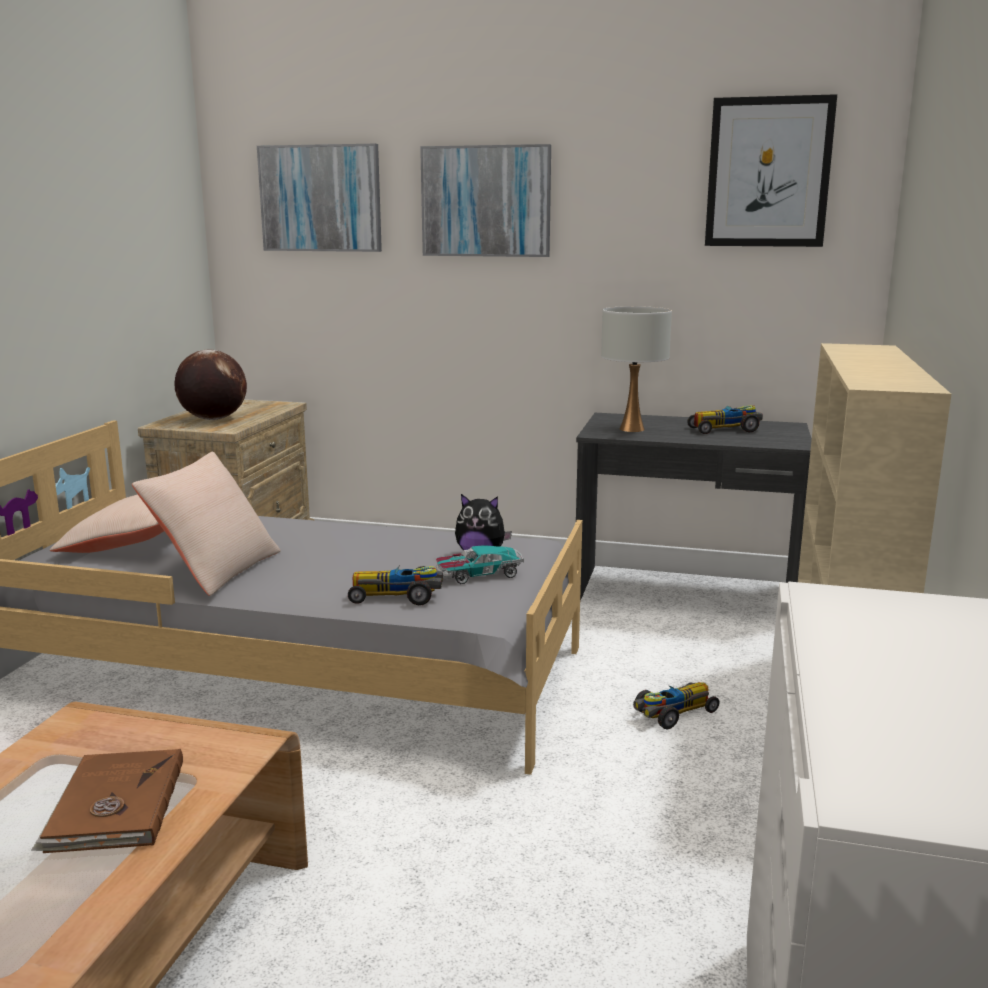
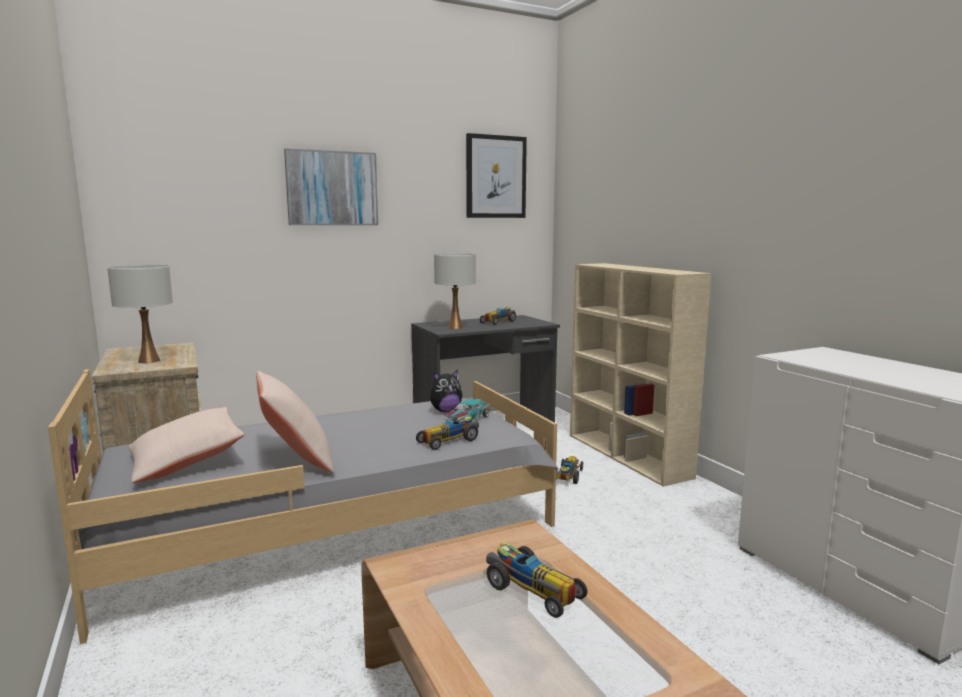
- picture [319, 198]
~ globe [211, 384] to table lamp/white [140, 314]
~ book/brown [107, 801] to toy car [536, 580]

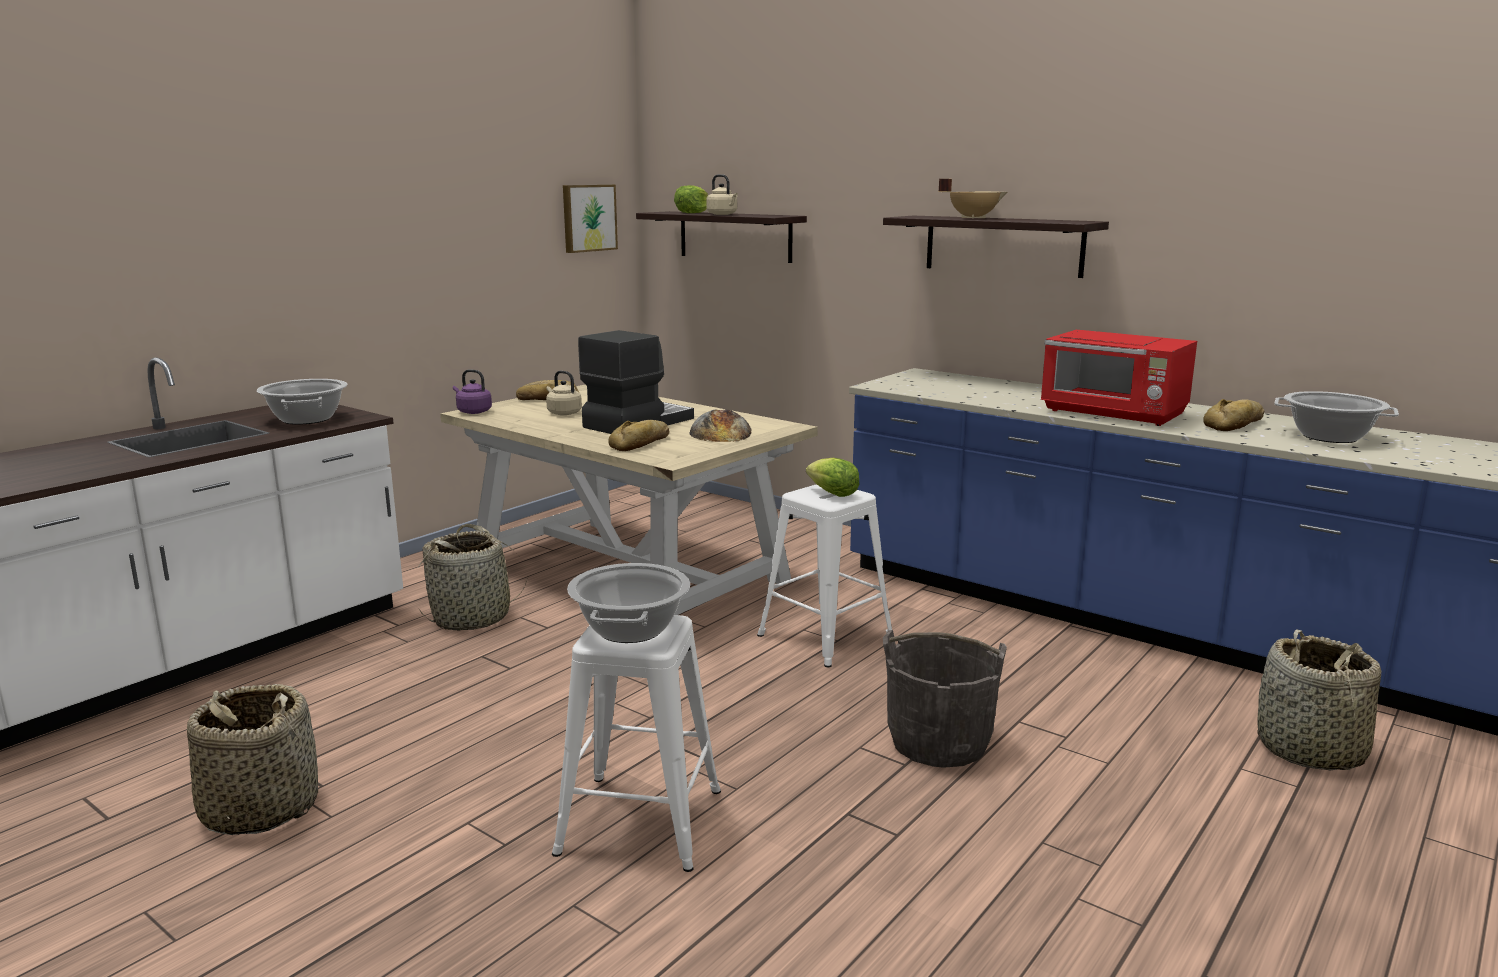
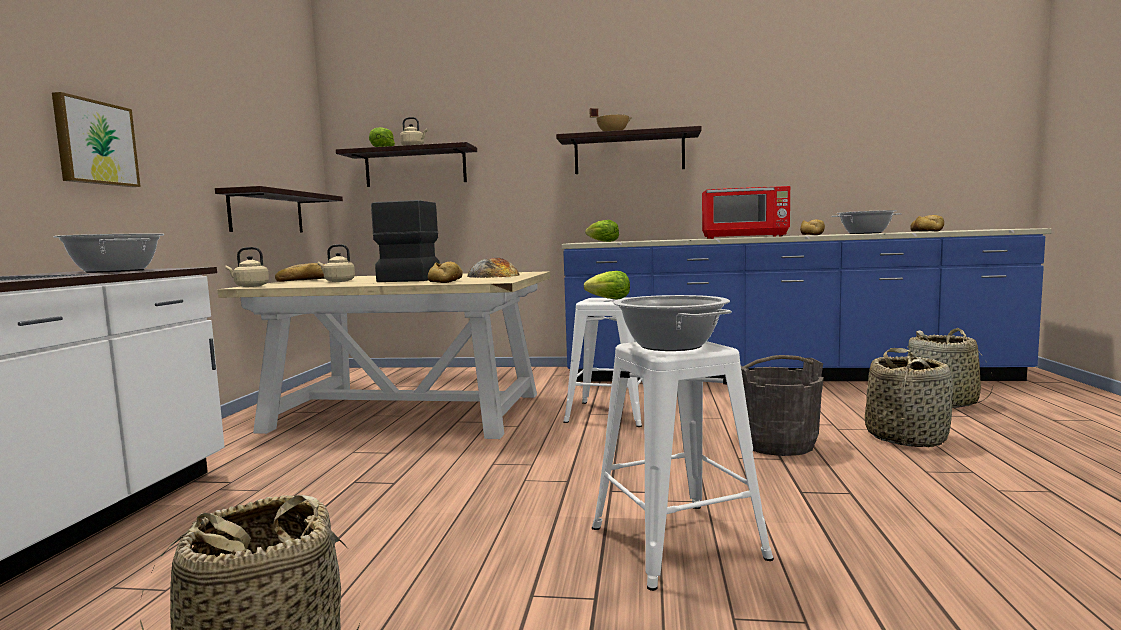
~ picture [590, 218] to [96, 139]
~ kettle/purple [472, 392] to kettle/beige [247, 267]
~ basket [470, 577] to [909, 397]
+ shelf [279, 209]
+ bread [927, 223]
+ lettuce [602, 231]

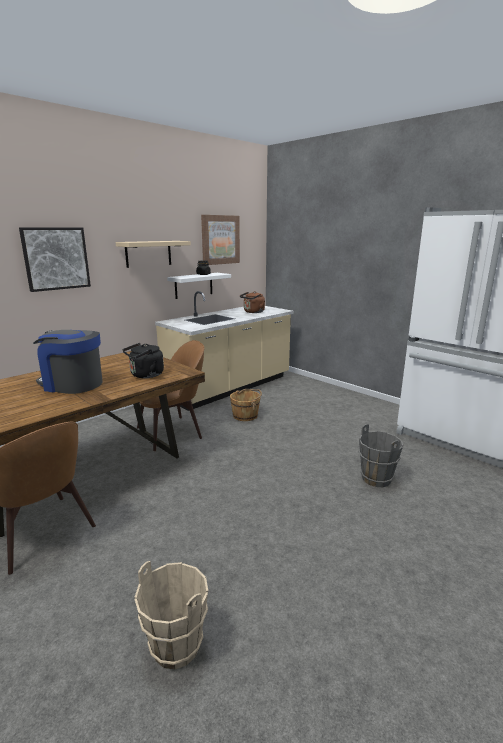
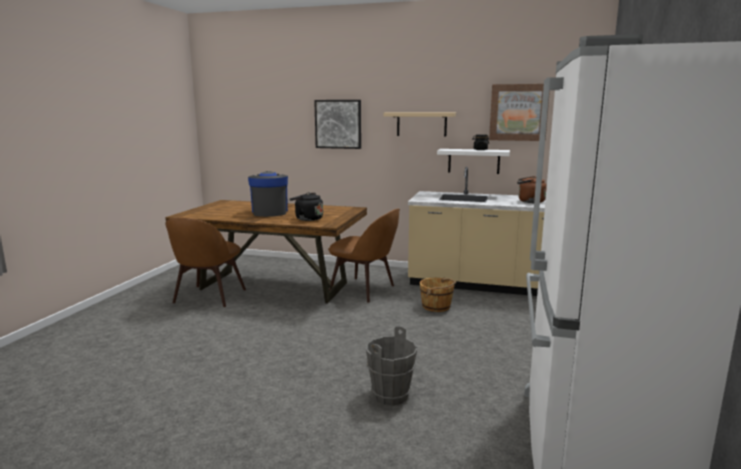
- bucket/beige [171, 615]

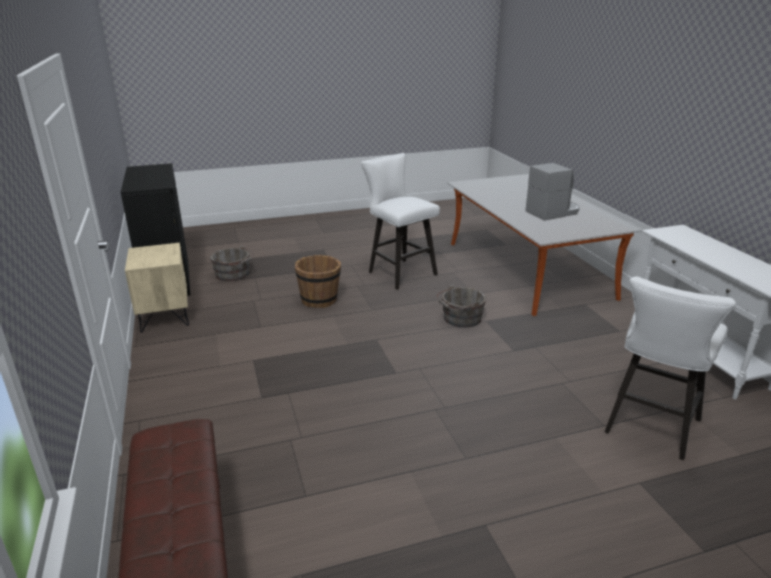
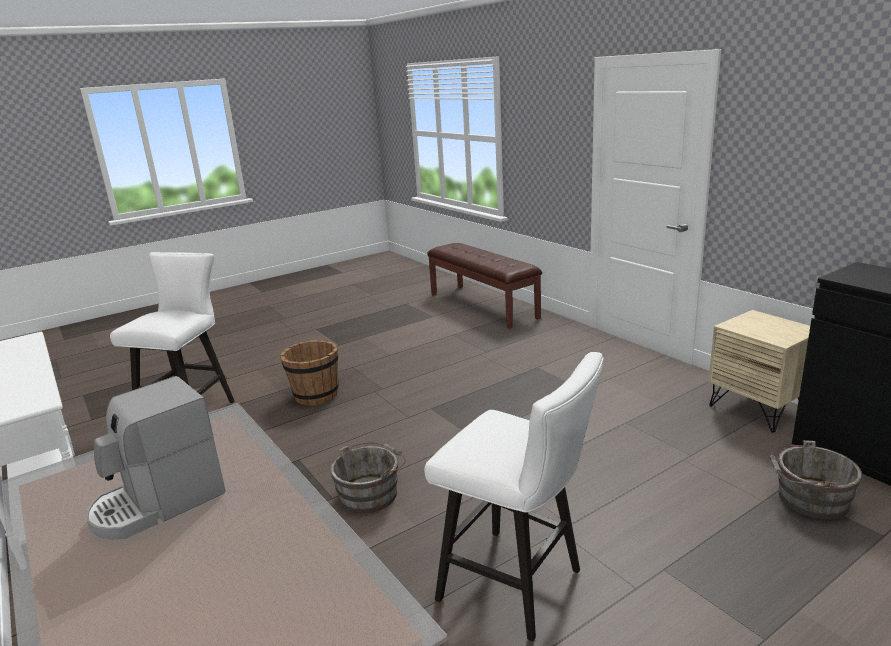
~ bucket/brown [318, 281] to [309, 372]

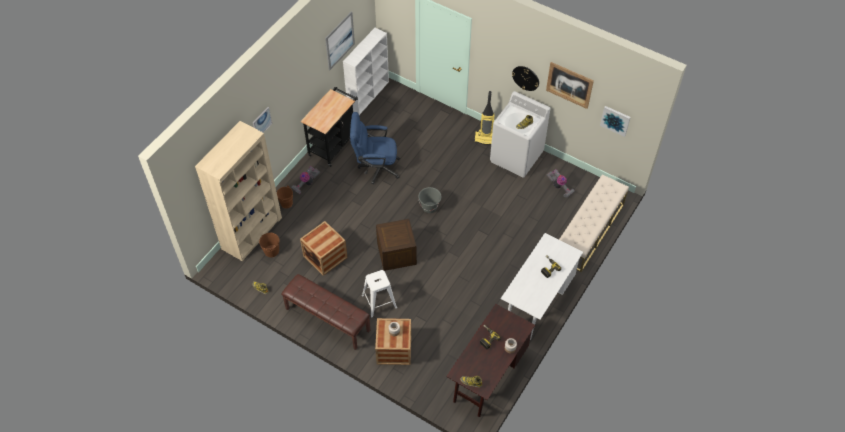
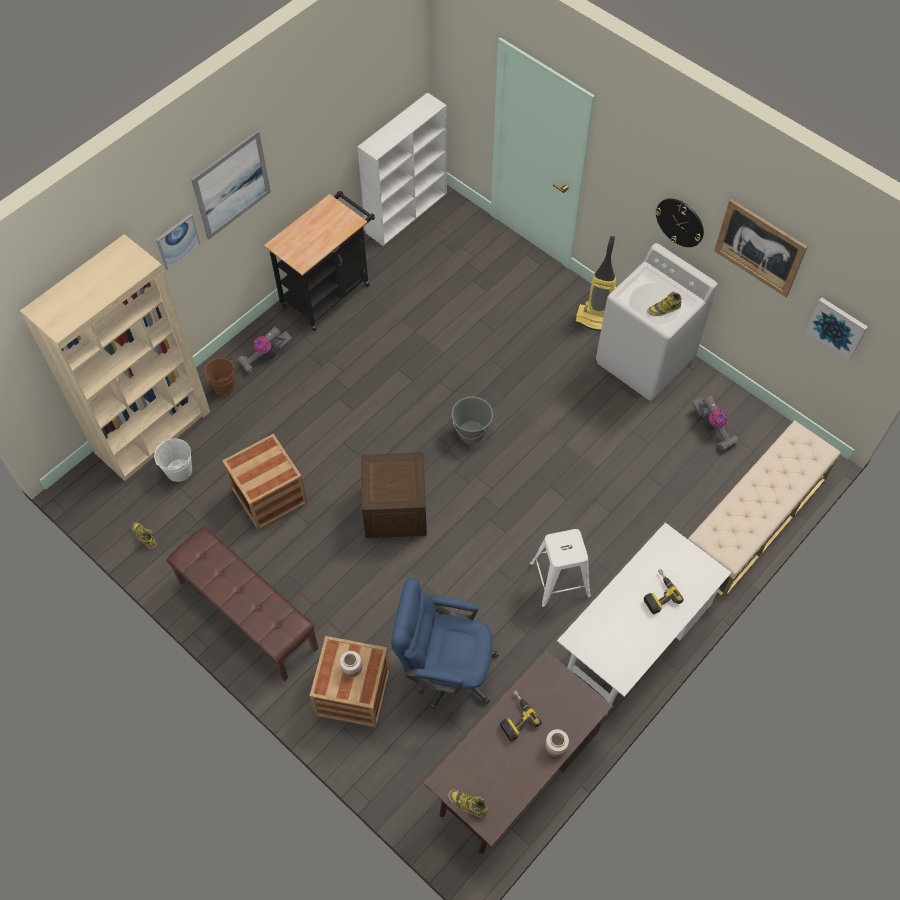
~ picture [340, 41] to [231, 185]
~ office chair/blue [375, 148] to [445, 644]
~ bucket/brown [269, 245] to bucket/white [173, 460]
~ stool/white [379, 294] to [560, 568]

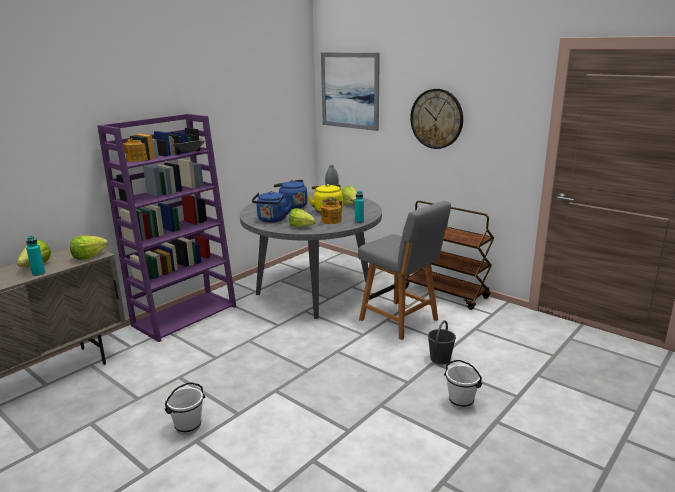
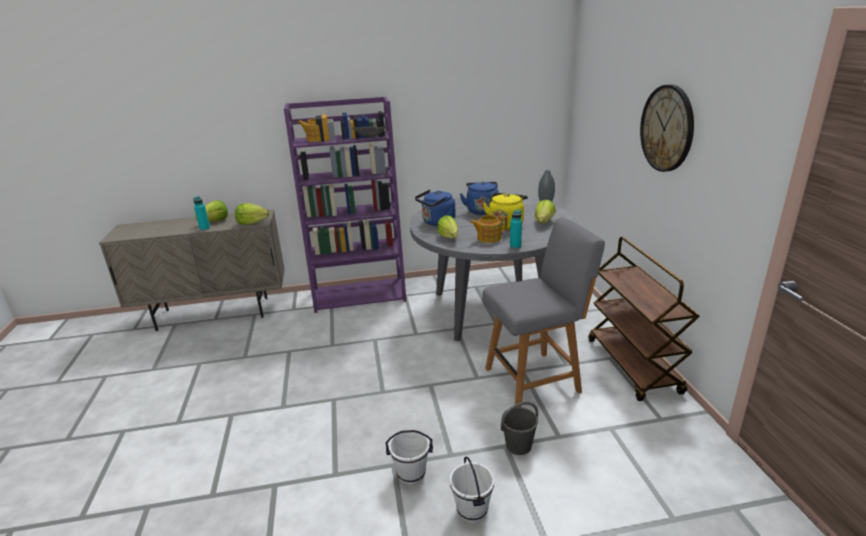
- picture [350, 91]
~ chair/grey [404, 270] = [543, 312] 105 degrees counterclockwise
~ bucket/white [185, 409] to [409, 457]

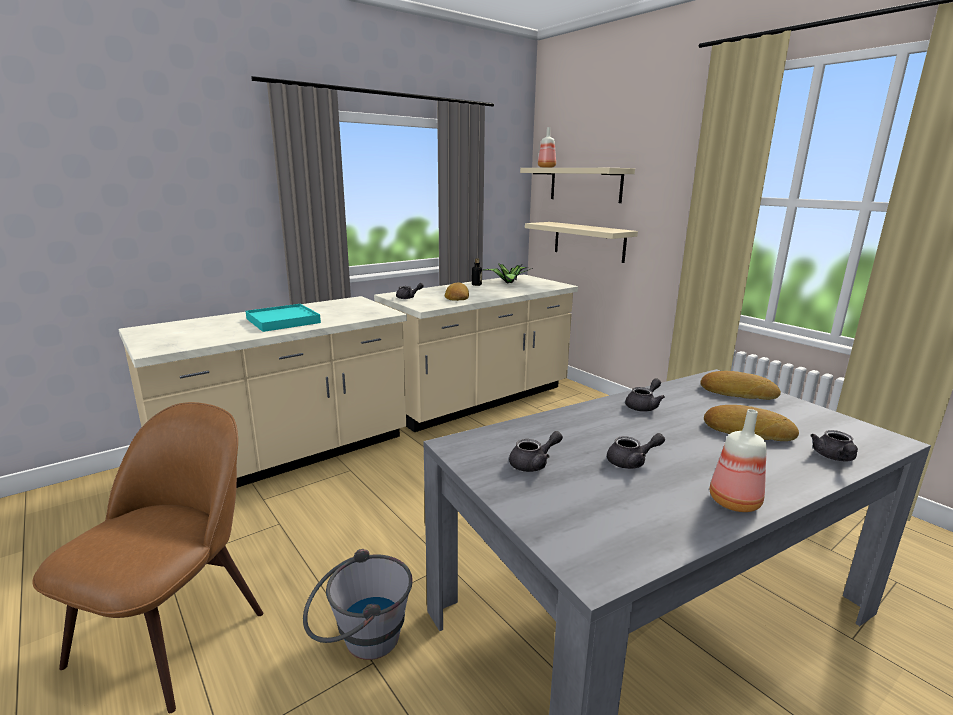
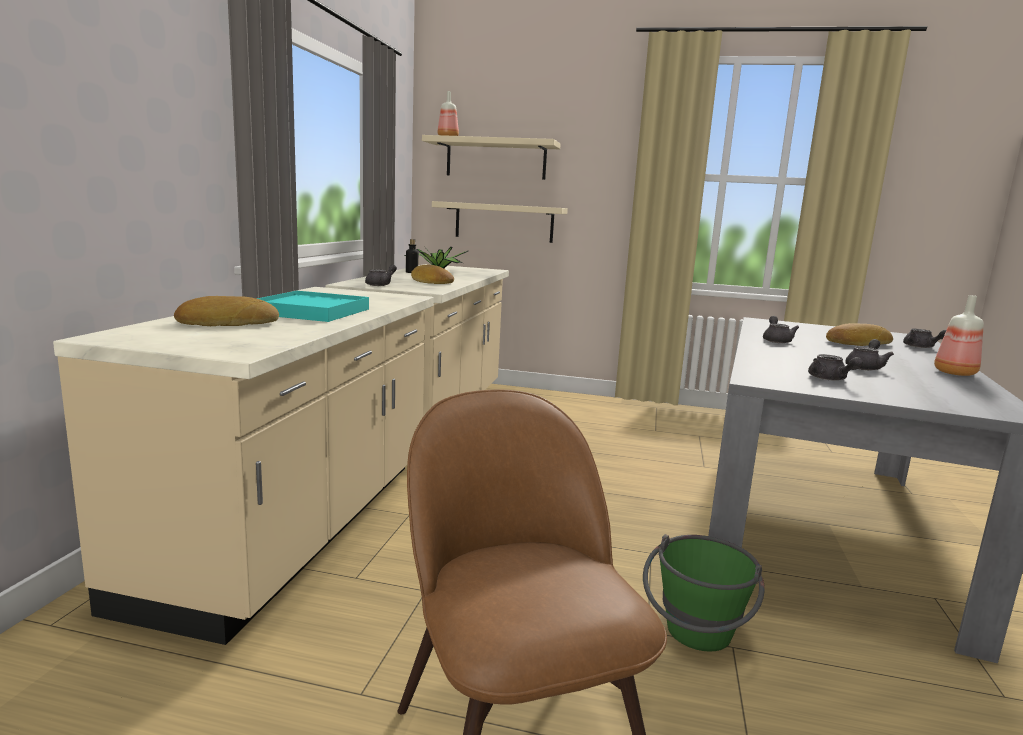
~ bread [740, 385] to [226, 311]
~ teapot/grey [536, 451] = [835, 367] 135 degrees clockwise
~ bucket/grey [358, 604] to bucket/green [704, 593]

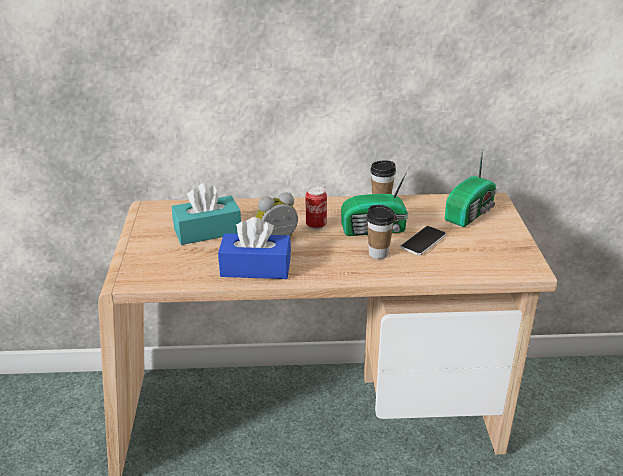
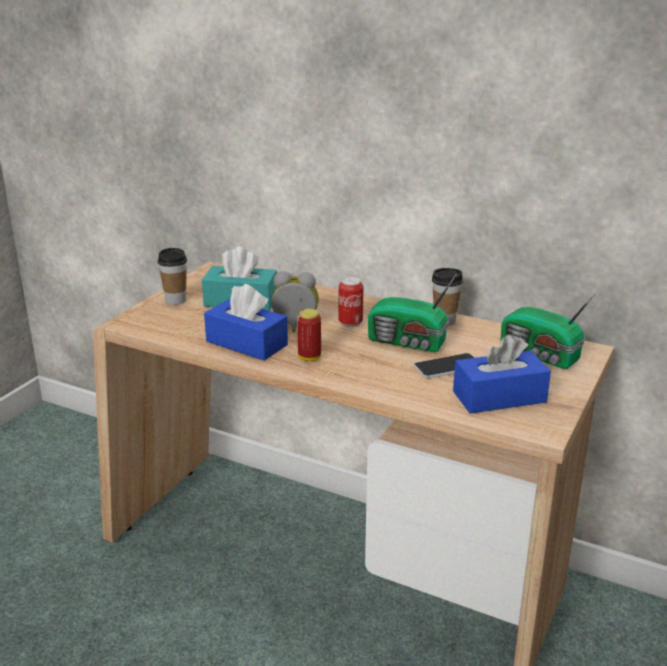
~ radio [470, 186] = [549, 330] 60 degrees clockwise
~ cup [380, 232] to [172, 276]
+ can [309, 335]
+ tissue box/blue [502, 374]

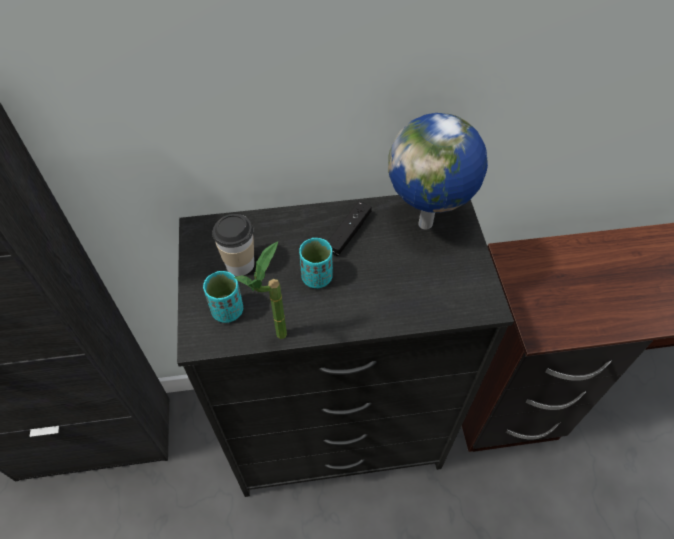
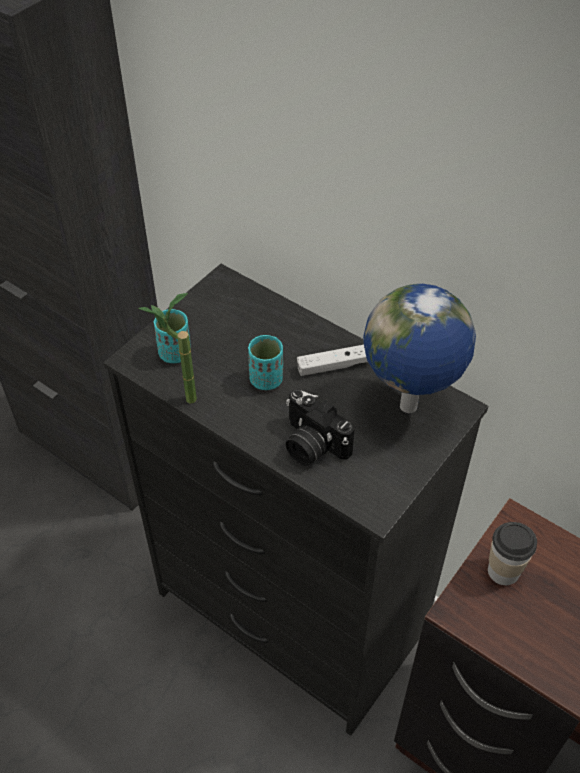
~ game controller/black [349, 228] to game controller/white [332, 360]
~ cup [233, 245] to [512, 553]
+ photo camera [320, 428]

